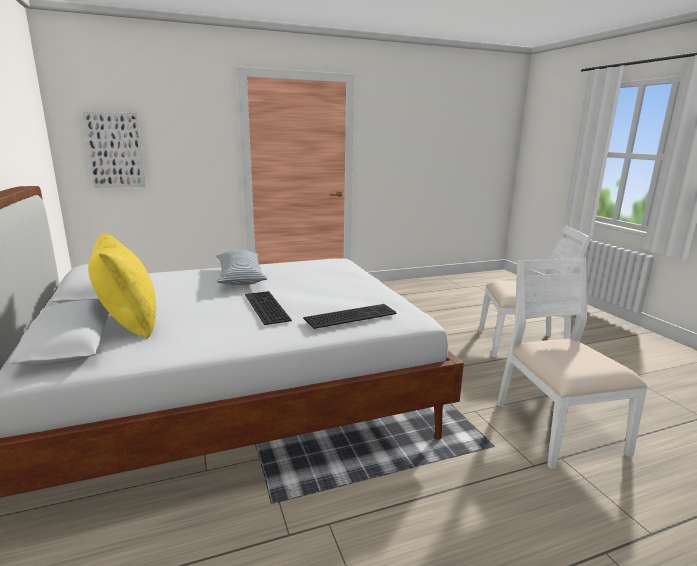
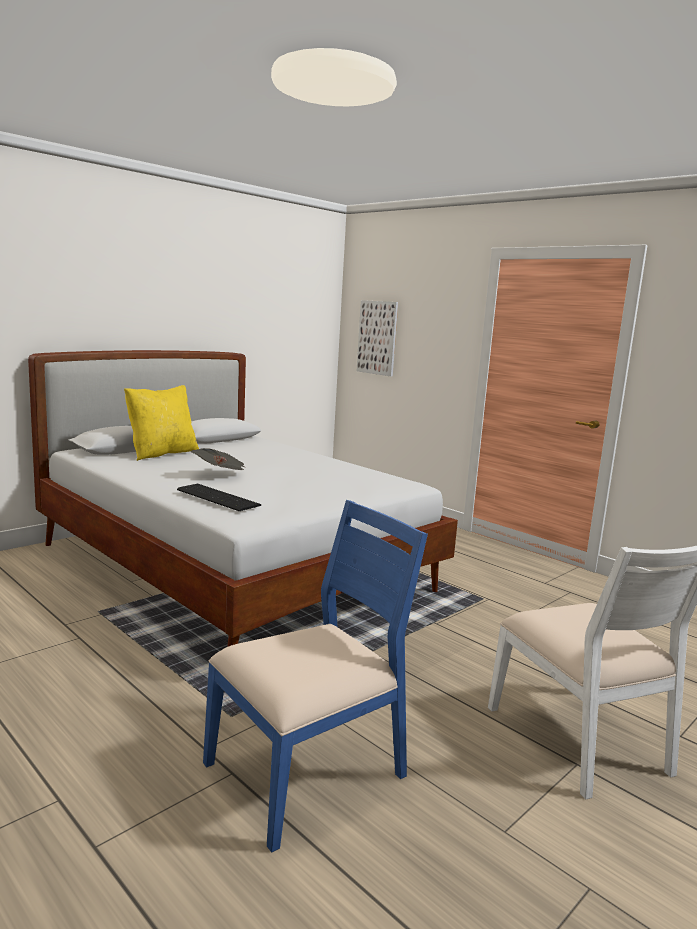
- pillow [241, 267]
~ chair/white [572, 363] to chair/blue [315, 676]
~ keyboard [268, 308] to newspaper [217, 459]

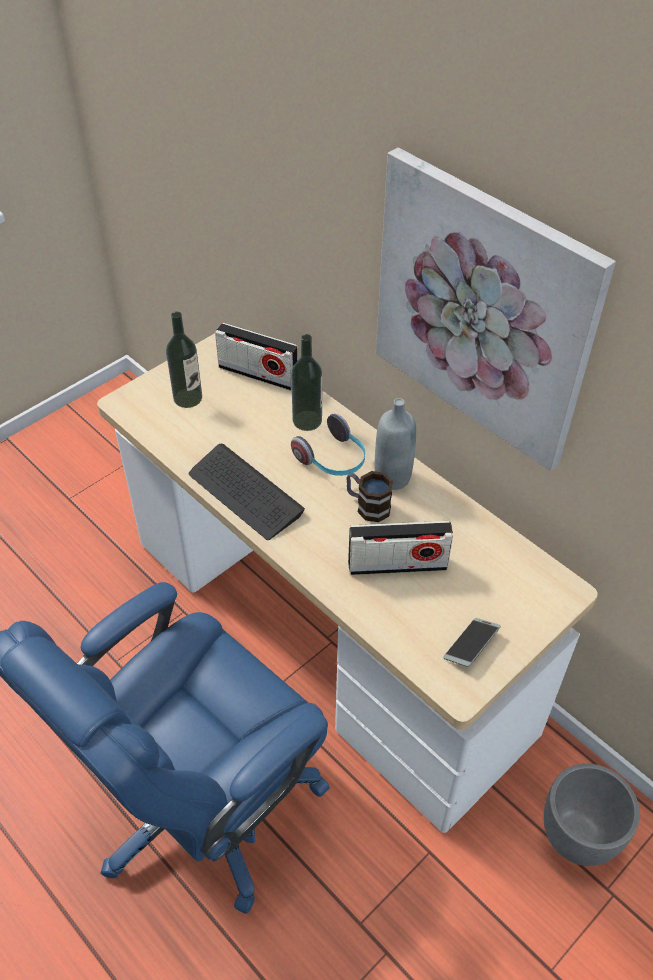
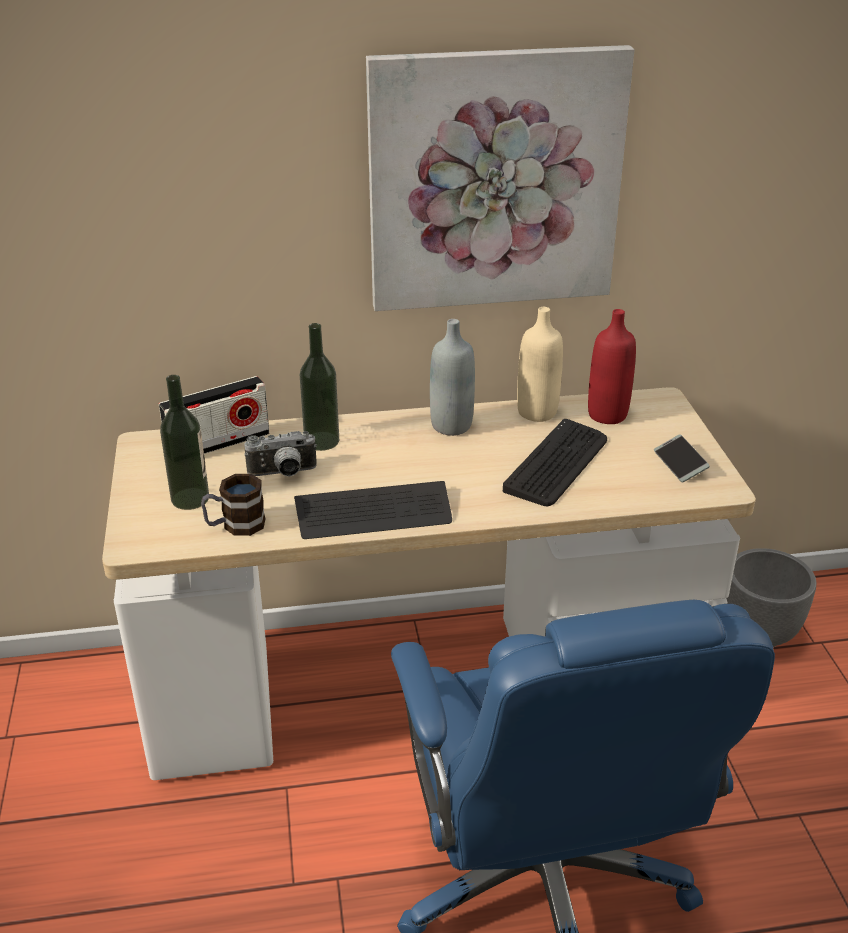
- headphones [328, 445]
~ mug [369, 496] to [233, 505]
~ radio [400, 548] to keyboard [555, 463]
+ bottle/beige [540, 364]
+ bottle/red [612, 366]
+ photo camera [280, 453]

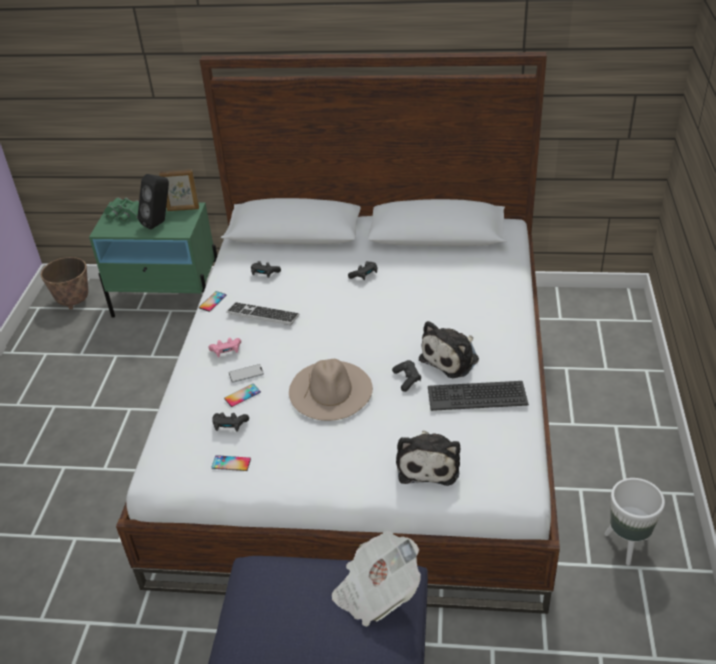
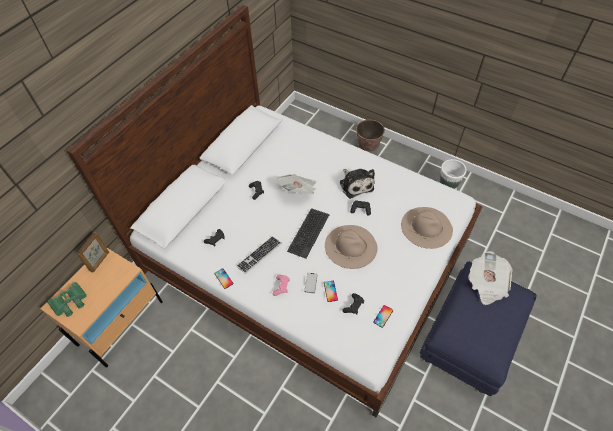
- speaker/black [153, 202]
~ nightstand/green [153, 260] to nightstand/beige [101, 307]
~ planter [64, 283] to [370, 135]
~ keyboard [478, 396] to [308, 233]
~ plush toy [428, 458] to hat/beige [427, 228]
+ newspaper [296, 184]

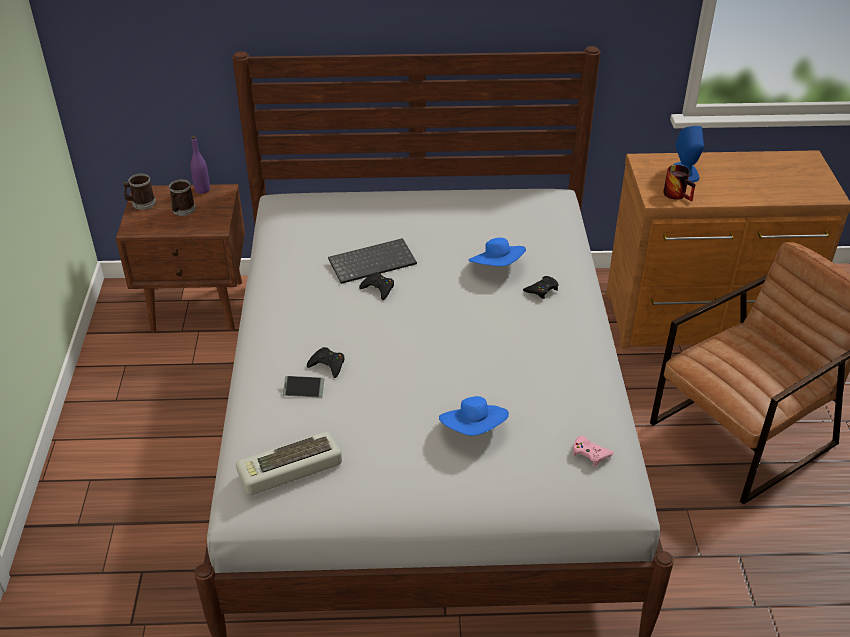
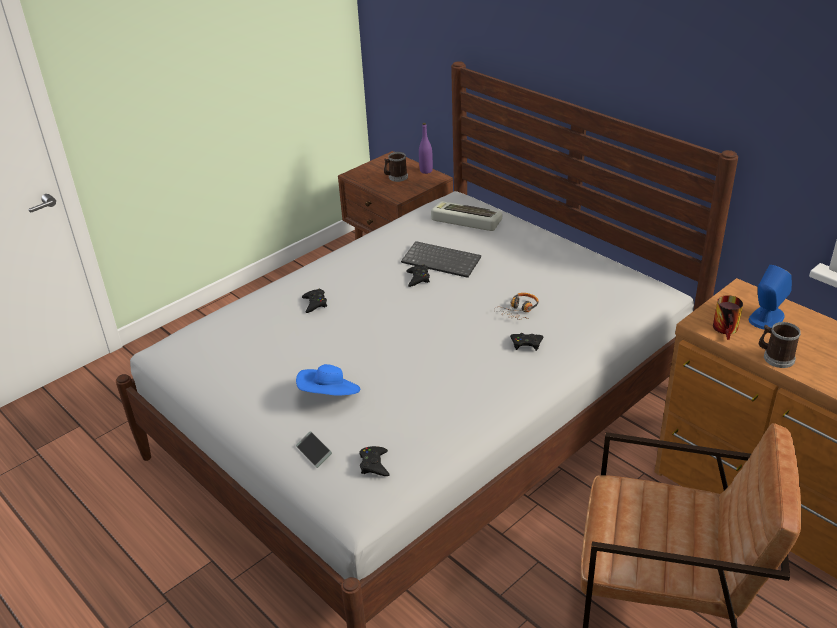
~ mug [139, 191] to [780, 345]
~ hat/blue [497, 252] to headphones [516, 306]
~ phone [303, 387] to [314, 449]
~ keyboard [289, 463] to [466, 216]
~ game controller/pink [593, 451] to game controller/black [374, 461]

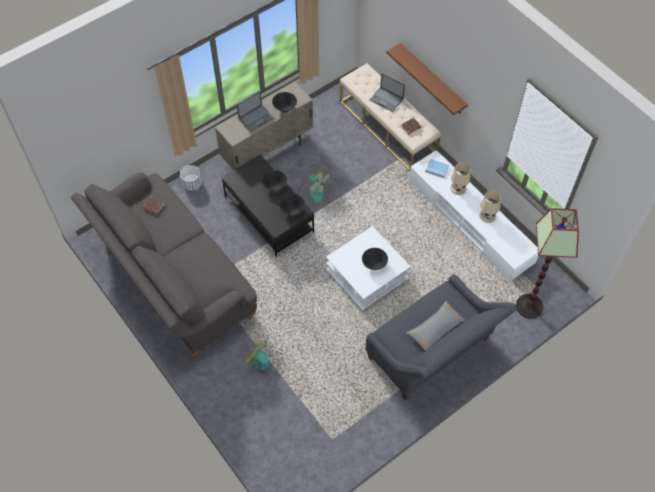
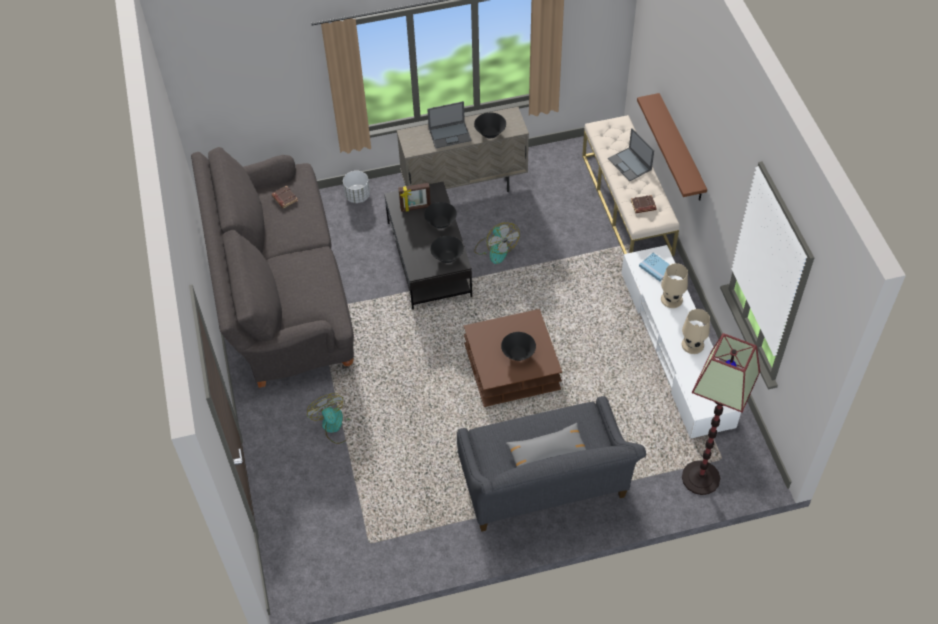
~ coffee table/white [368, 268] to coffee table/brown [513, 358]
+ picture frame [414, 197]

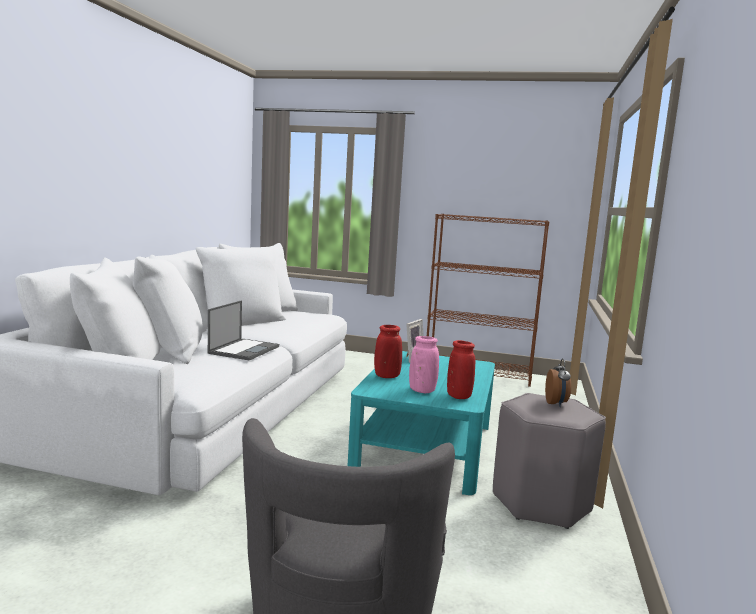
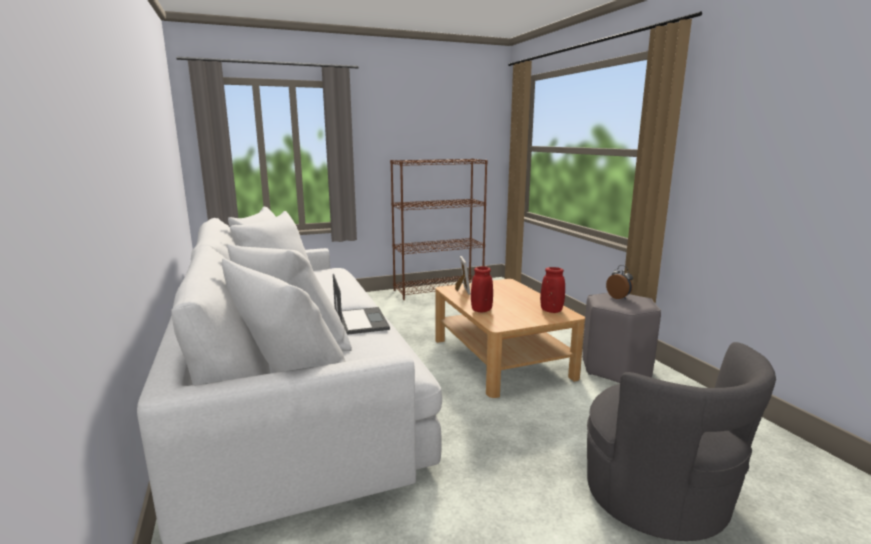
- vase/pink [424, 364]
~ coffee table/turquoise [421, 423] to coffee table/beige [510, 338]

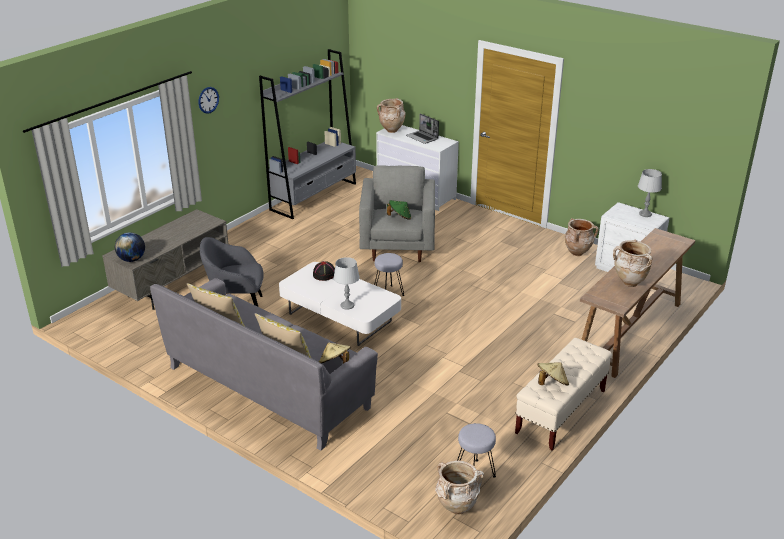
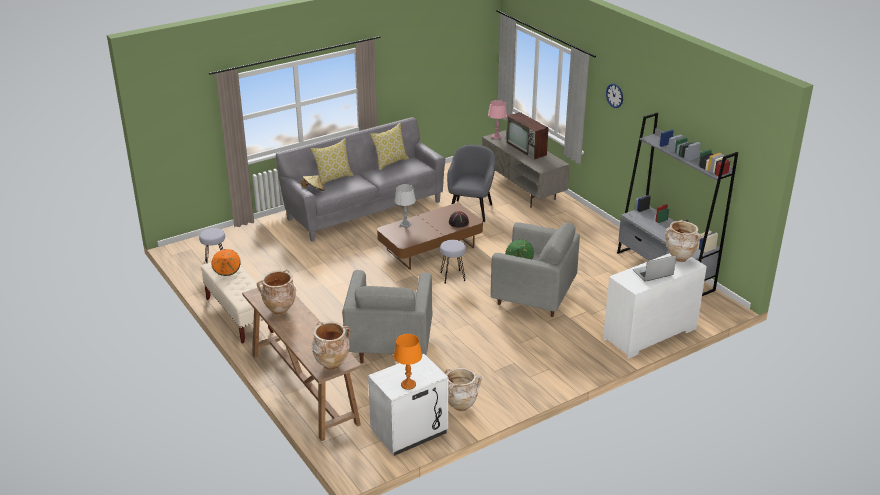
~ table lamp/grey [650, 193] to table lamp/orange [408, 362]
~ globe [130, 247] to table lamp/pink [497, 119]
~ coffee table/white [340, 304] to coffee table/brown [430, 236]
~ hat/beige [553, 374] to hat/orange [226, 262]
~ vase/beige [459, 487] to [330, 345]
+ television [527, 135]
+ armchair/grey [388, 316]

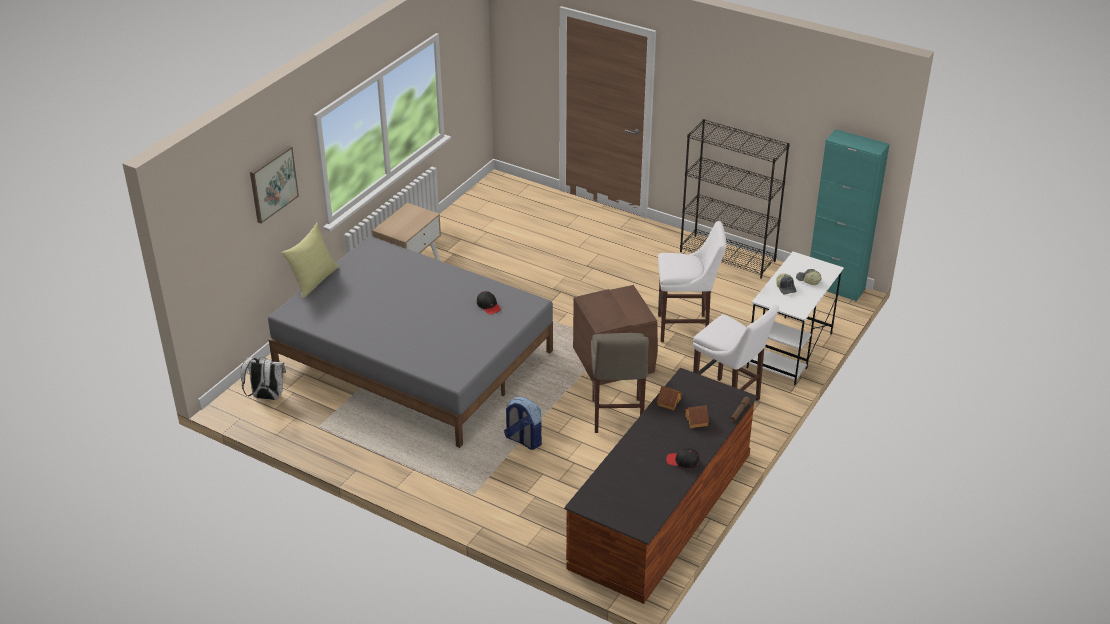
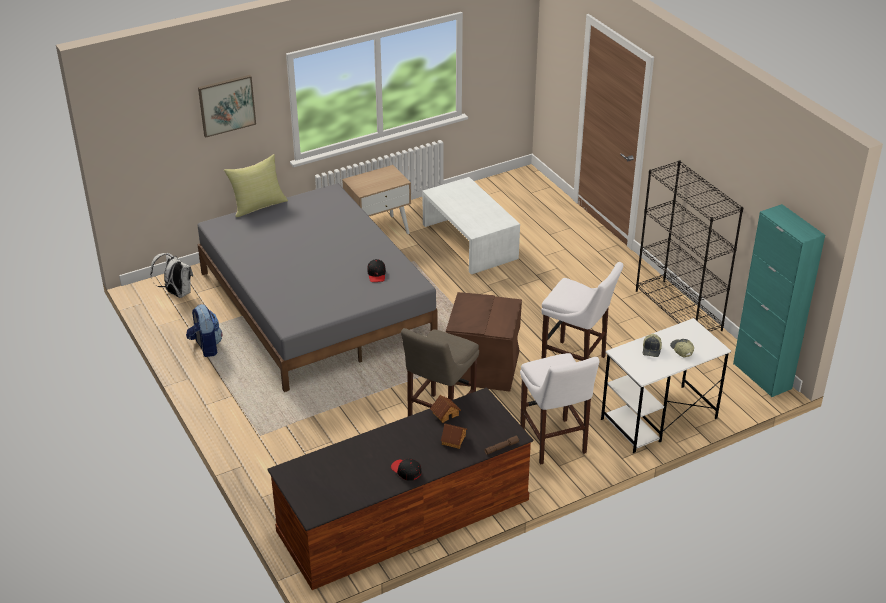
~ backpack [523, 423] to [204, 330]
+ coffee table/white [471, 225]

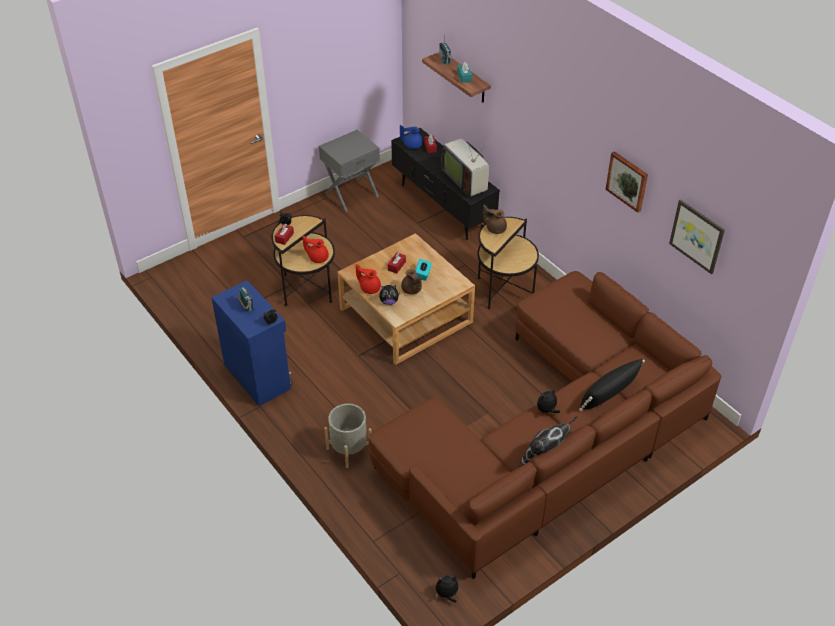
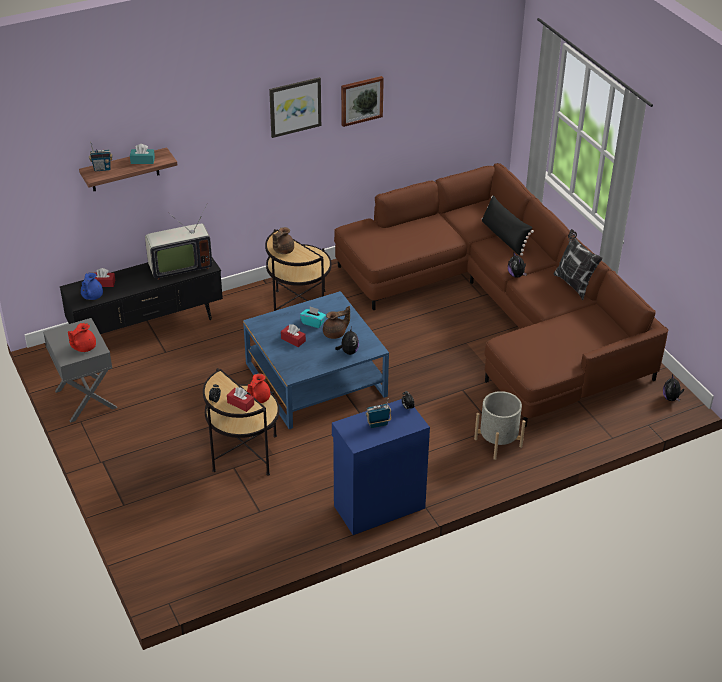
~ picture [697, 236] to [295, 107]
~ coffee table/beige [406, 299] to coffee table/blue [316, 360]
~ teapot/red [368, 279] to [82, 337]

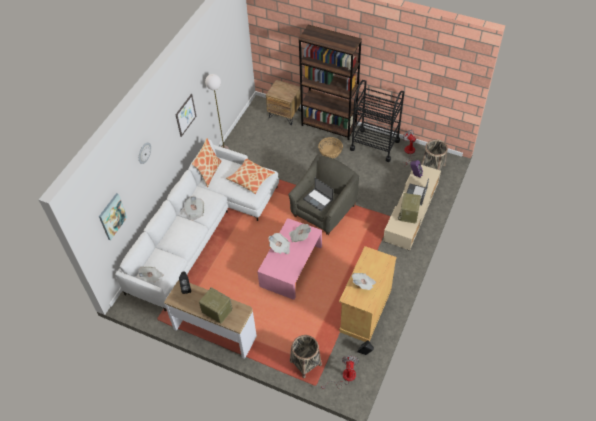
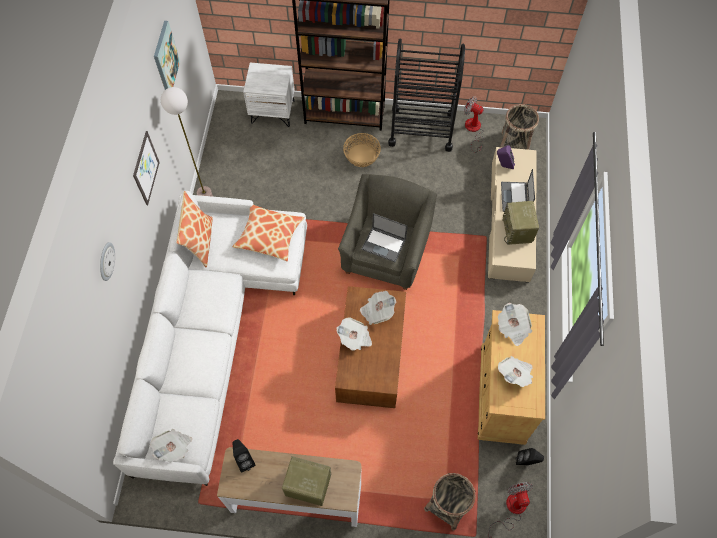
~ nightstand/brown [283, 102] to nightstand/white [269, 95]
~ picture [113, 216] to [167, 55]
~ newspaper [194, 208] to [515, 324]
~ coffee table/pink [289, 259] to coffee table/brown [370, 347]

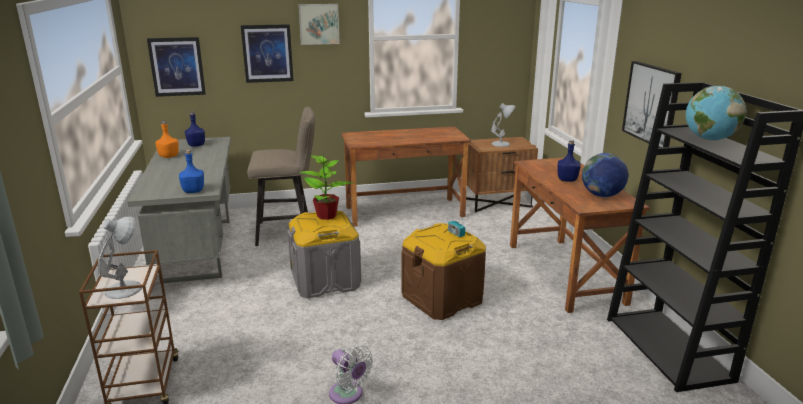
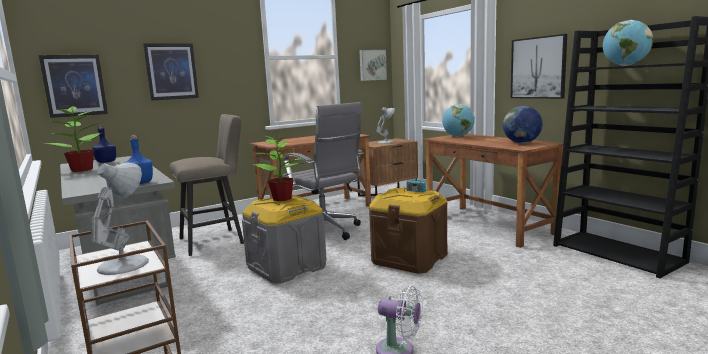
~ picture [319, 24] to [373, 65]
~ bottle/orange [167, 139] to potted plant [73, 137]
- bottle/blue [569, 161]
+ office chair/grey [323, 171]
+ globe [458, 120]

